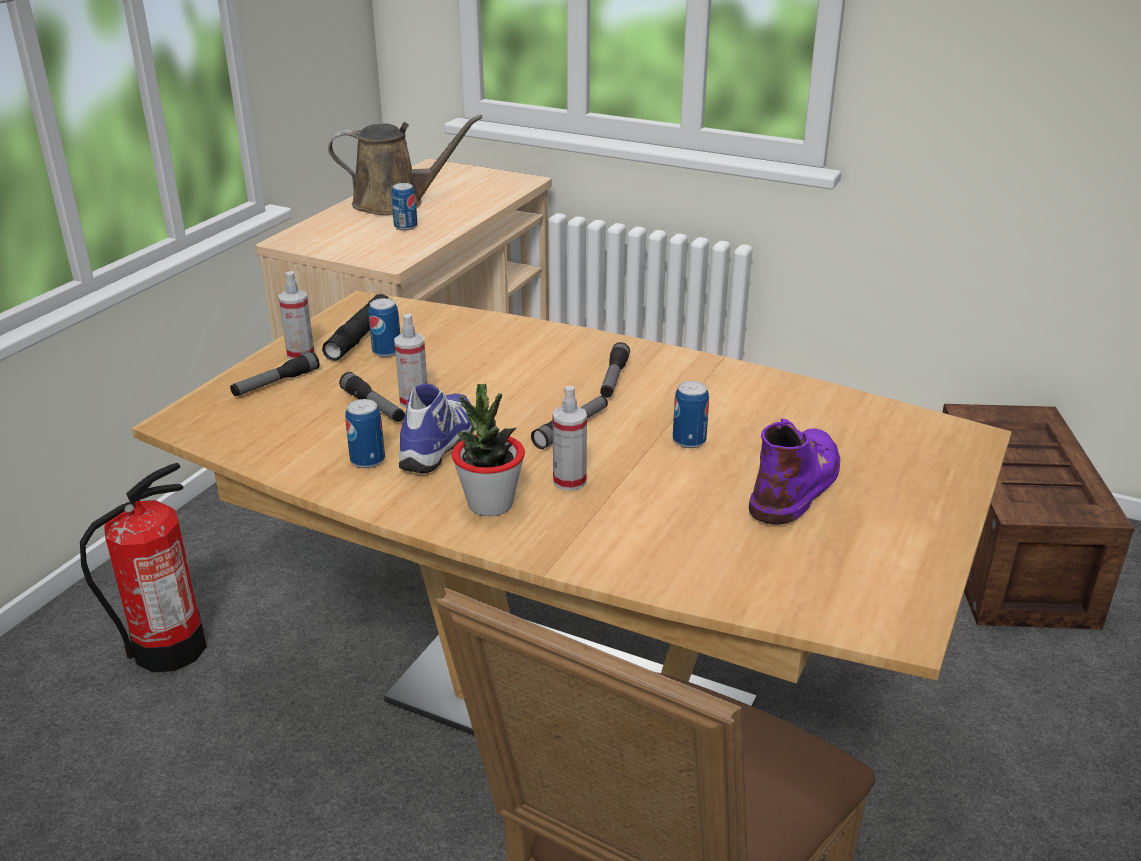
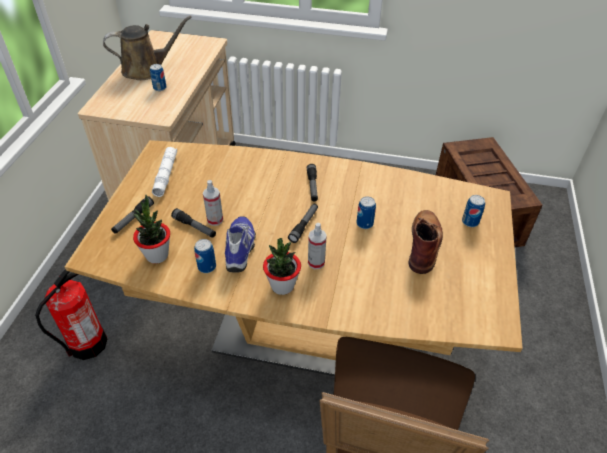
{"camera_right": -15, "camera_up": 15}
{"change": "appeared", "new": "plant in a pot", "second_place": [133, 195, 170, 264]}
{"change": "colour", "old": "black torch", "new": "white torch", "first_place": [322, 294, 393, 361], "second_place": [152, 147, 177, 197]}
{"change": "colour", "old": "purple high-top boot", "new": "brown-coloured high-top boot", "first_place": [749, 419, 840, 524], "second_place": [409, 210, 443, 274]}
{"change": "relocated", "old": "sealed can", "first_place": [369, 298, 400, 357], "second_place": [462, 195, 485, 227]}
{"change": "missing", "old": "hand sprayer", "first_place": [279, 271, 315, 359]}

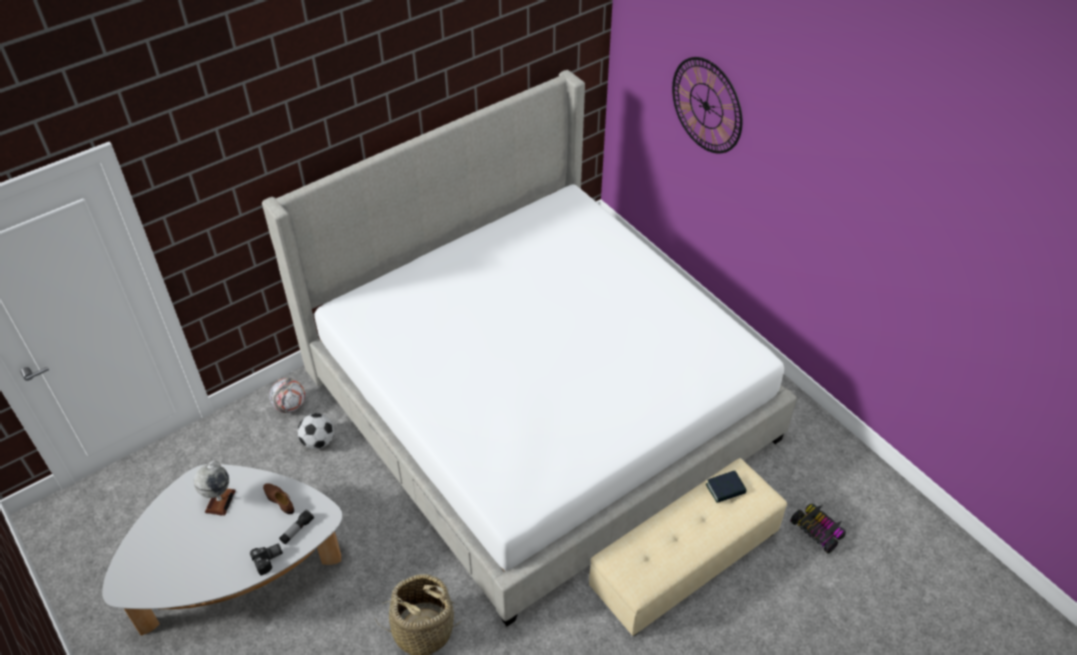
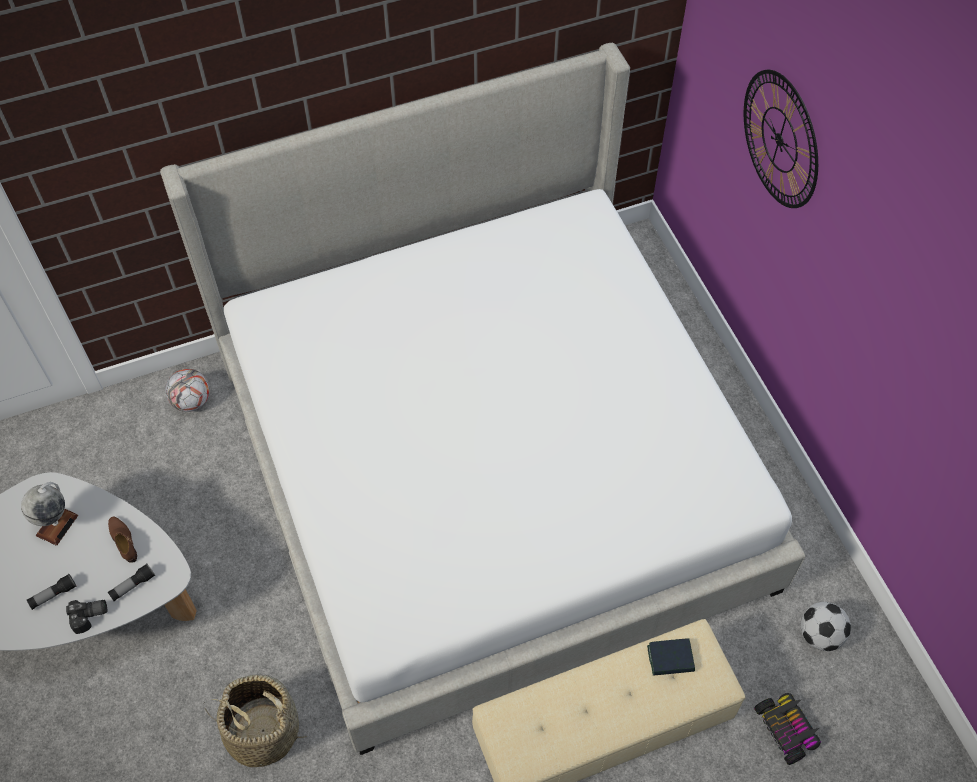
{"camera_right": 15, "camera_up": 10}
{"change": "appeared", "new": "torch", "second_place": [27, 574, 77, 610]}
{"change": "relocated", "old": "football ball", "first_place": [298, 413, 334, 449], "second_place": [801, 602, 851, 651]}

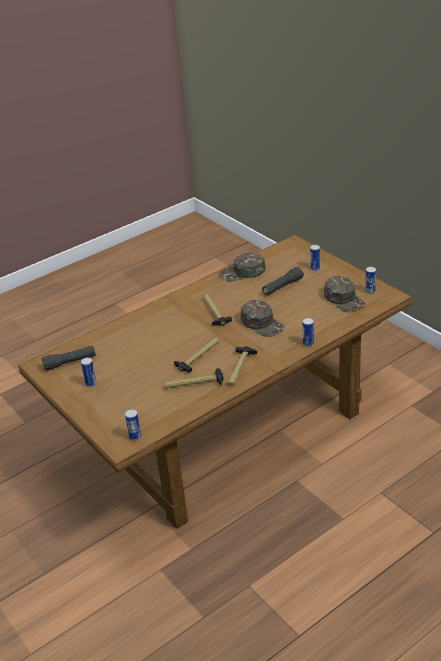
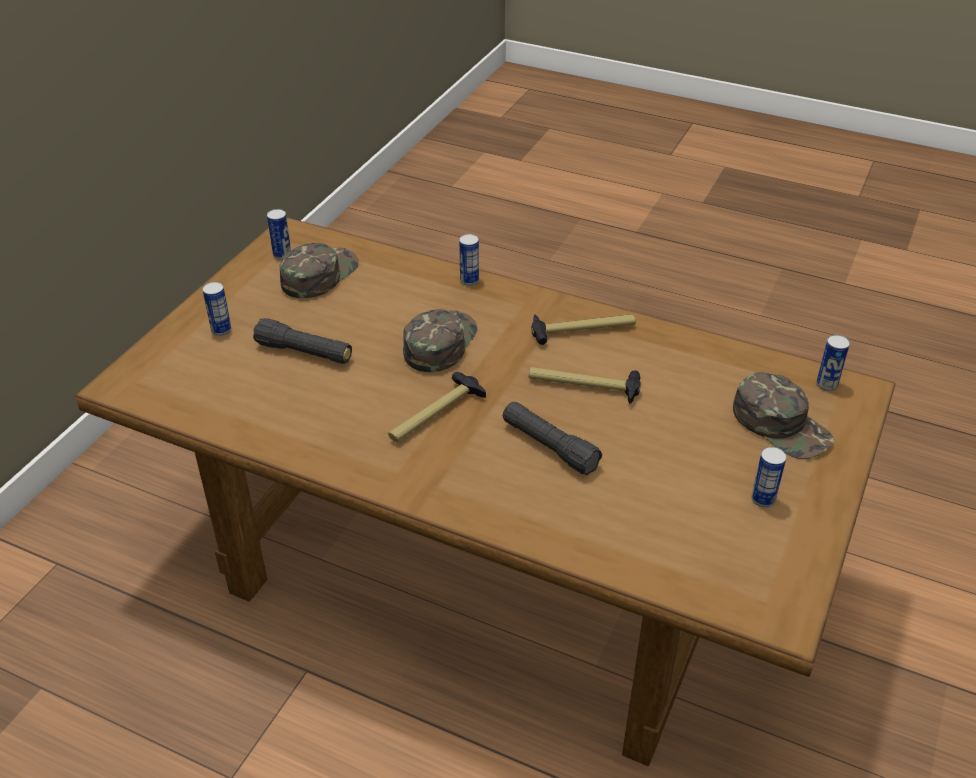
{"camera_right": -120, "camera_up": 5}
{"change": "relocated", "old": "black torch", "first_place": [41, 346, 96, 371], "second_place": [503, 402, 602, 475]}
{"change": "relocated", "old": "green-coloured baseball cap", "first_place": [220, 252, 265, 281], "second_place": [733, 372, 834, 459]}
{"change": "missing", "old": "hand hammer", "first_place": [165, 368, 224, 388]}

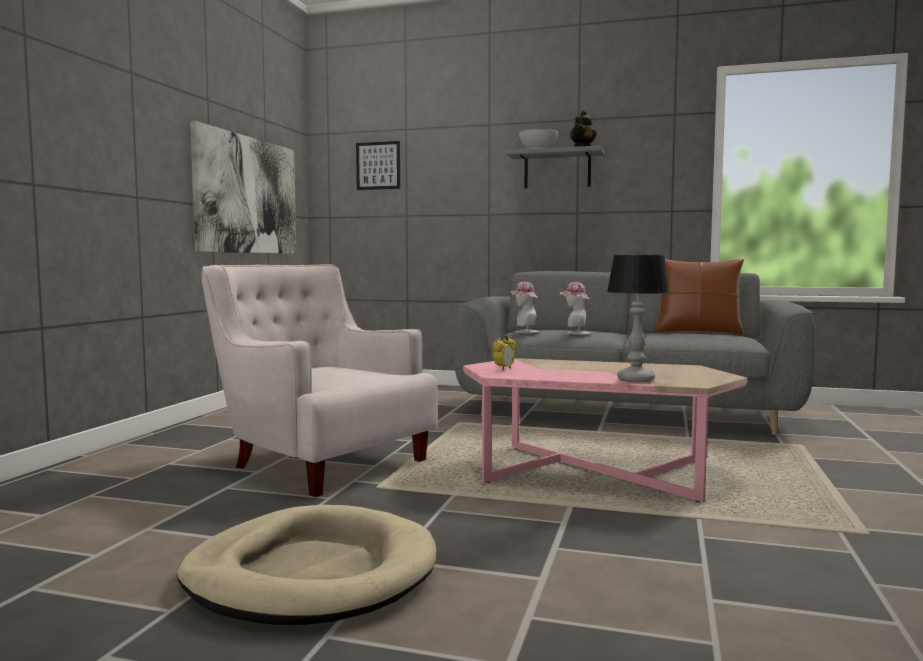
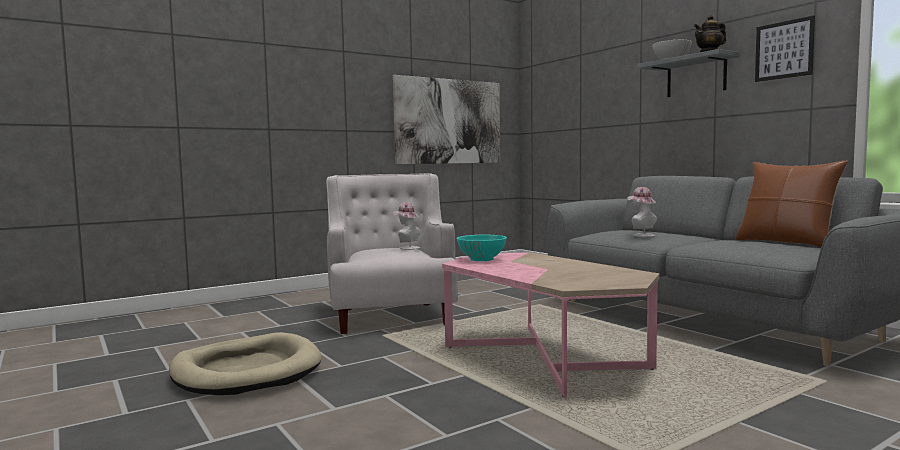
{"camera_right": 40, "camera_up": 0}
{"change": "relocated", "old": "hat", "first_place": [509, 282, 539, 333], "second_place": [393, 202, 420, 250]}
{"change": "exchanged", "old": "table clock", "new": "blue-green serving bowl", "first_place": [493, 335, 516, 370], "second_place": [457, 235, 507, 261]}
{"change": "relocated", "old": "picture", "first_place": [356, 141, 400, 190], "second_place": [755, 15, 815, 82]}
{"change": "missing", "old": "lamp for a table", "first_place": [607, 255, 670, 383]}

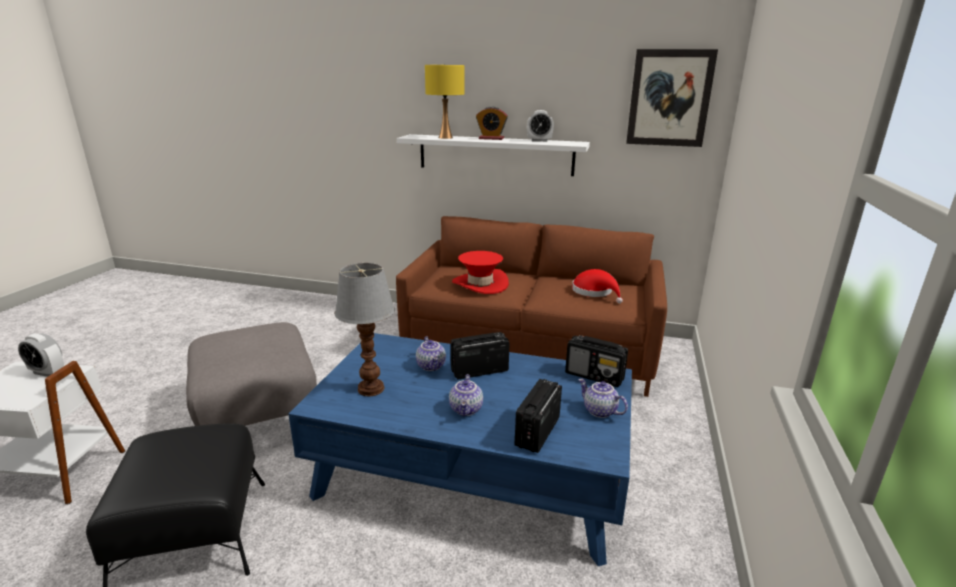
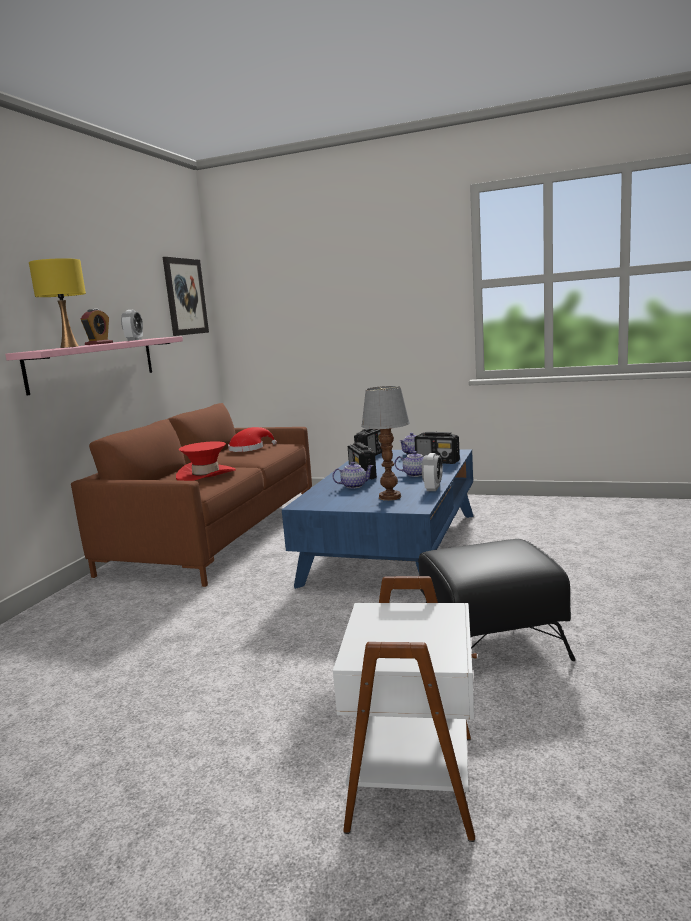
{"camera_right": -85, "camera_up": -10}
{"change": "colour", "old": "white wall shelf", "new": "pinkish wall shelf", "first_place": [397, 134, 590, 176], "second_place": [5, 336, 183, 396]}
{"change": "relocated", "old": "table clock", "first_place": [18, 333, 64, 377], "second_place": [422, 453, 443, 491]}
{"change": "missing", "old": "grey pouffe", "first_place": [186, 322, 317, 426]}

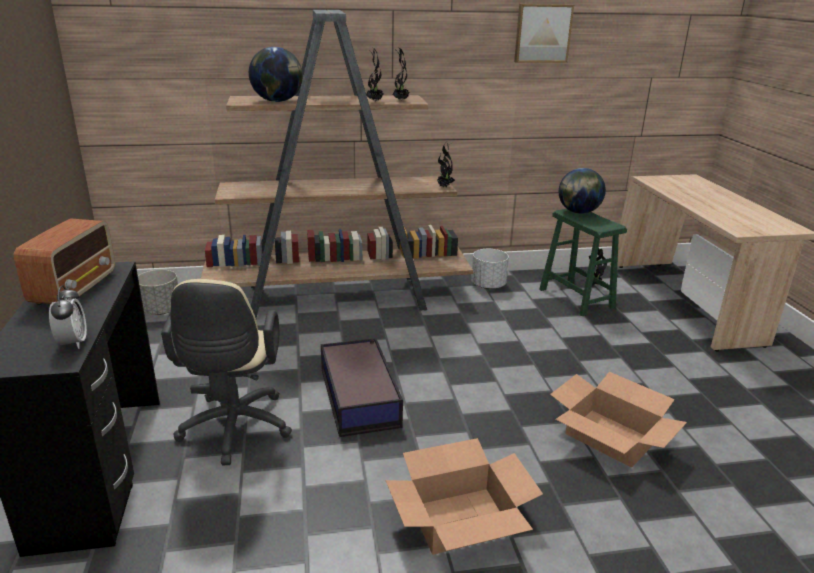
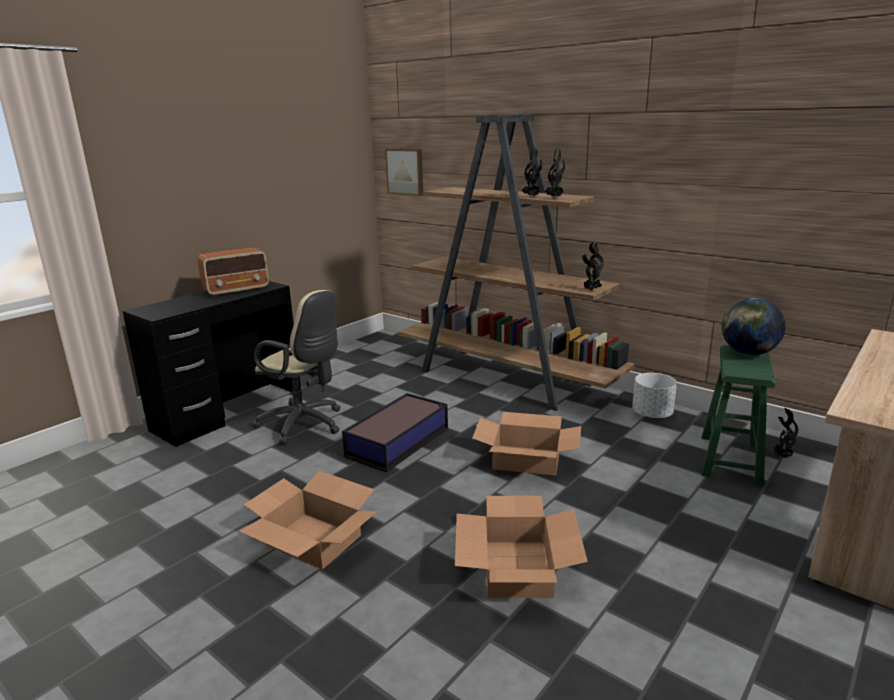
{"camera_right": 50, "camera_up": -5}
{"change": "spun", "old": "beige-coloured computer chair", "first_place": [161, 279, 292, 465], "second_place": [252, 290, 341, 445], "degrees": -105}
{"change": "relocated", "old": "picture", "first_place": [514, 4, 574, 63], "second_place": [385, 149, 423, 196]}
{"change": "appeared", "new": "cardboard box", "second_place": [472, 412, 581, 476]}
{"change": "missing", "old": "table clock", "first_place": [49, 285, 87, 349]}
{"change": "missing", "old": "grey plant pot", "first_place": [138, 270, 178, 315]}
{"change": "missing", "old": "world globe", "first_place": [249, 47, 303, 102]}

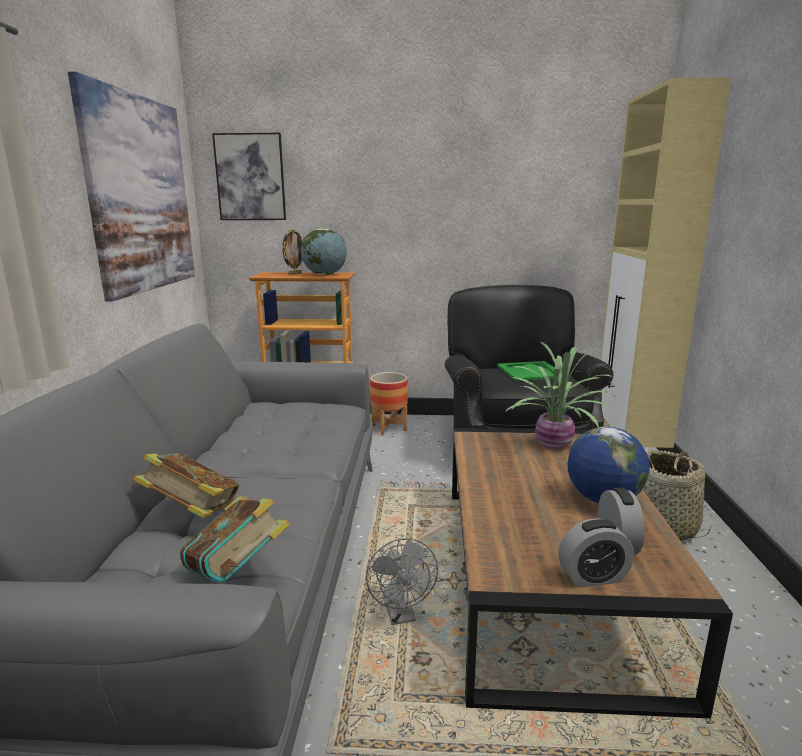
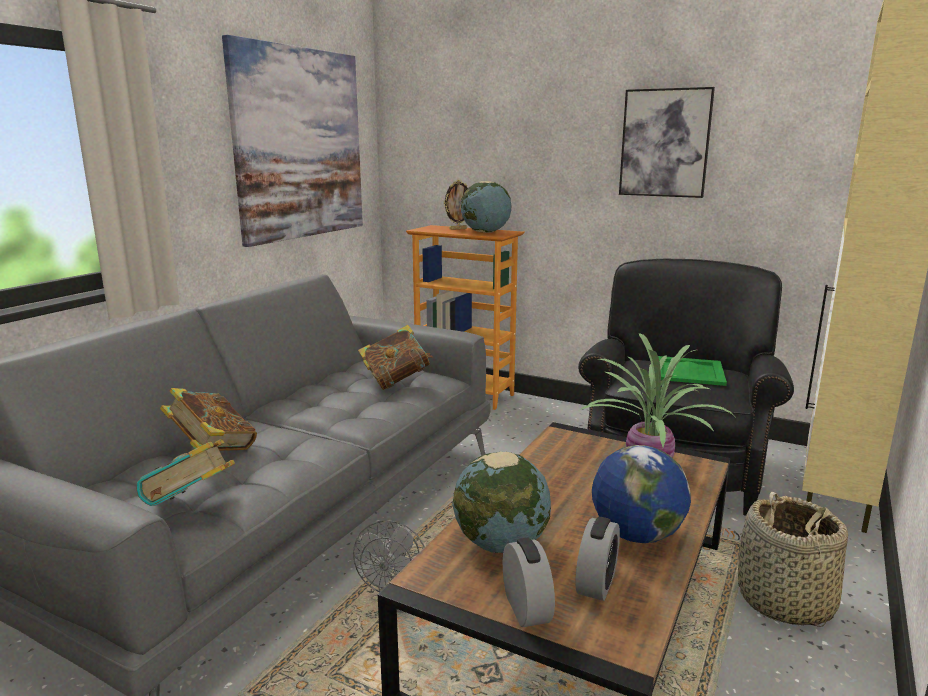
{"camera_right": 25, "camera_up": 0}
{"change": "appeared", "new": "volume", "second_place": [358, 325, 433, 390]}
{"change": "appeared", "new": "world globe", "second_place": [452, 452, 551, 553]}
{"change": "spun", "old": "table clock", "first_place": [558, 518, 634, 587], "second_place": [503, 538, 555, 627], "degrees": -120}
{"change": "relocated", "old": "picture", "first_place": [212, 133, 286, 220], "second_place": [619, 87, 715, 198]}
{"change": "missing", "old": "plant pot", "first_place": [370, 372, 408, 435]}

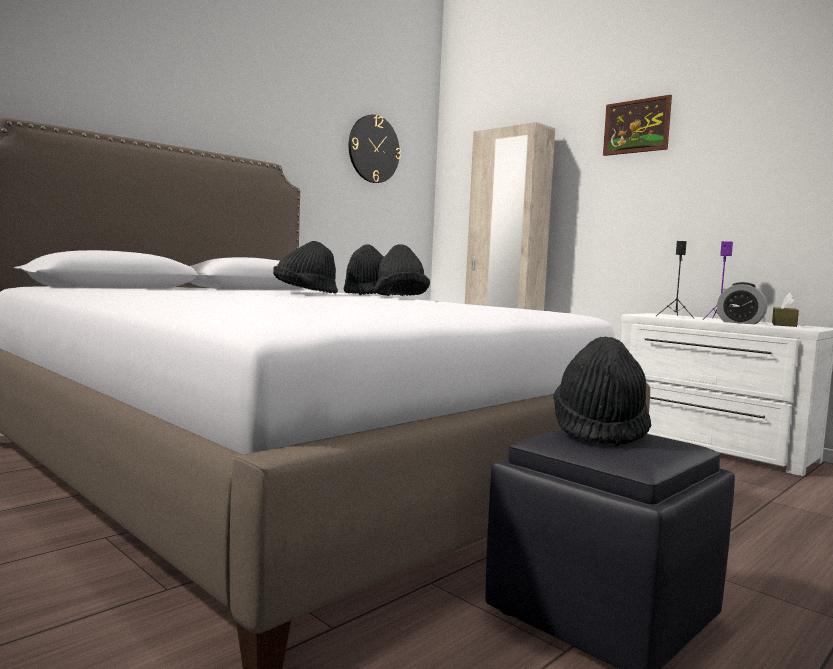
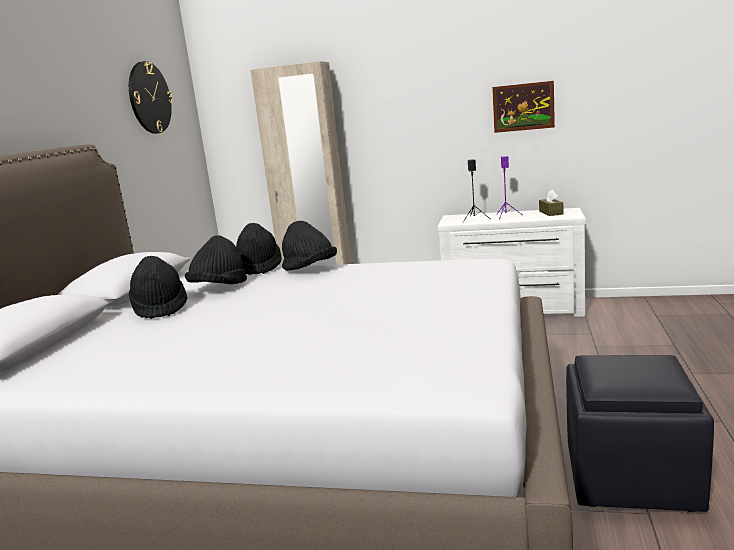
{"camera_right": -30, "camera_up": 10}
{"change": "relocated", "old": "black hat", "first_place": [553, 337, 652, 447], "second_place": [129, 256, 187, 319]}
{"change": "relocated", "old": "picture", "first_place": [603, 94, 672, 156], "second_place": [492, 81, 555, 133]}
{"change": "missing", "old": "table clock", "first_place": [717, 282, 767, 324]}

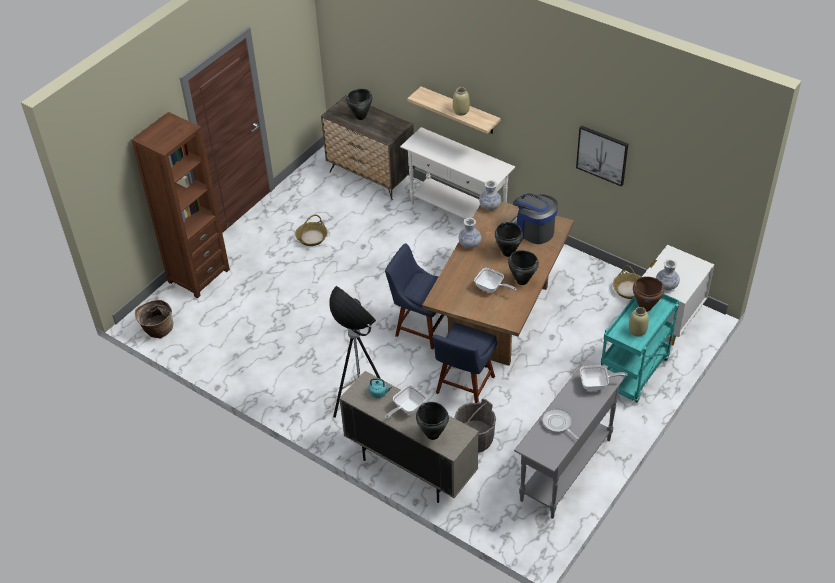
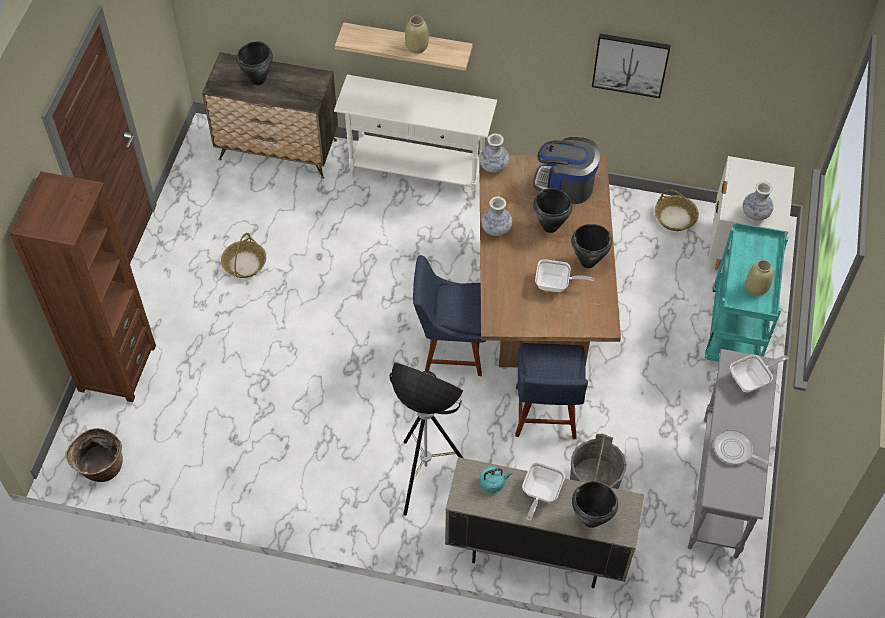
{"camera_right": -25, "camera_up": 10}
{"change": "missing", "old": "brown-coloured saucepot", "first_place": [633, 276, 664, 312]}

